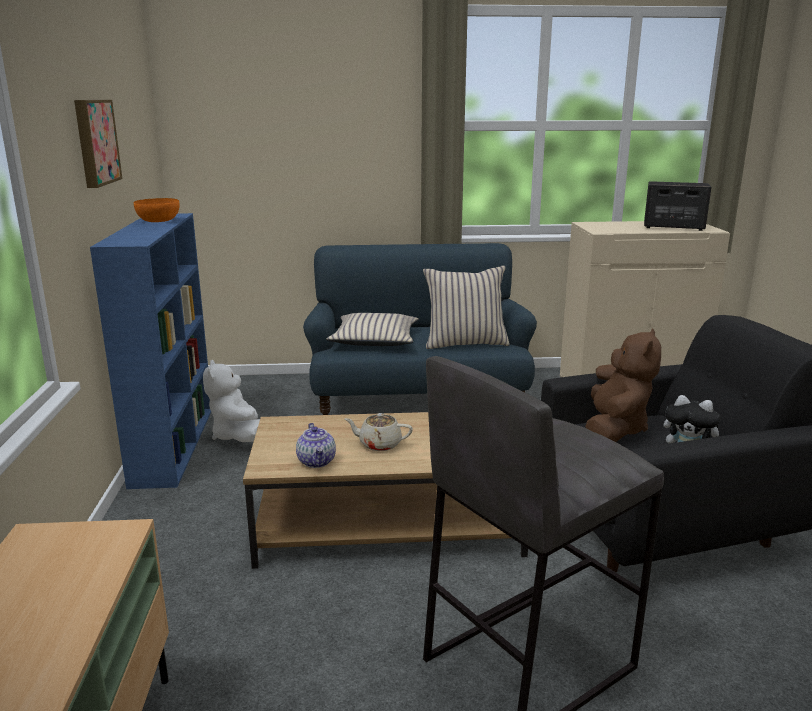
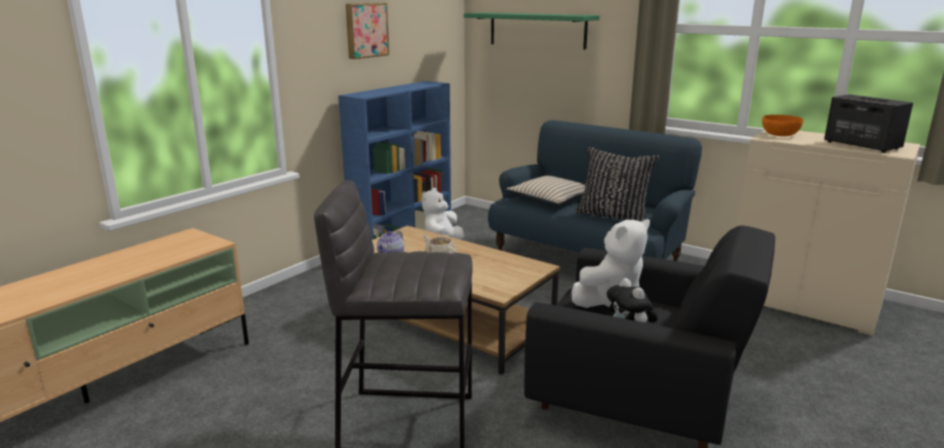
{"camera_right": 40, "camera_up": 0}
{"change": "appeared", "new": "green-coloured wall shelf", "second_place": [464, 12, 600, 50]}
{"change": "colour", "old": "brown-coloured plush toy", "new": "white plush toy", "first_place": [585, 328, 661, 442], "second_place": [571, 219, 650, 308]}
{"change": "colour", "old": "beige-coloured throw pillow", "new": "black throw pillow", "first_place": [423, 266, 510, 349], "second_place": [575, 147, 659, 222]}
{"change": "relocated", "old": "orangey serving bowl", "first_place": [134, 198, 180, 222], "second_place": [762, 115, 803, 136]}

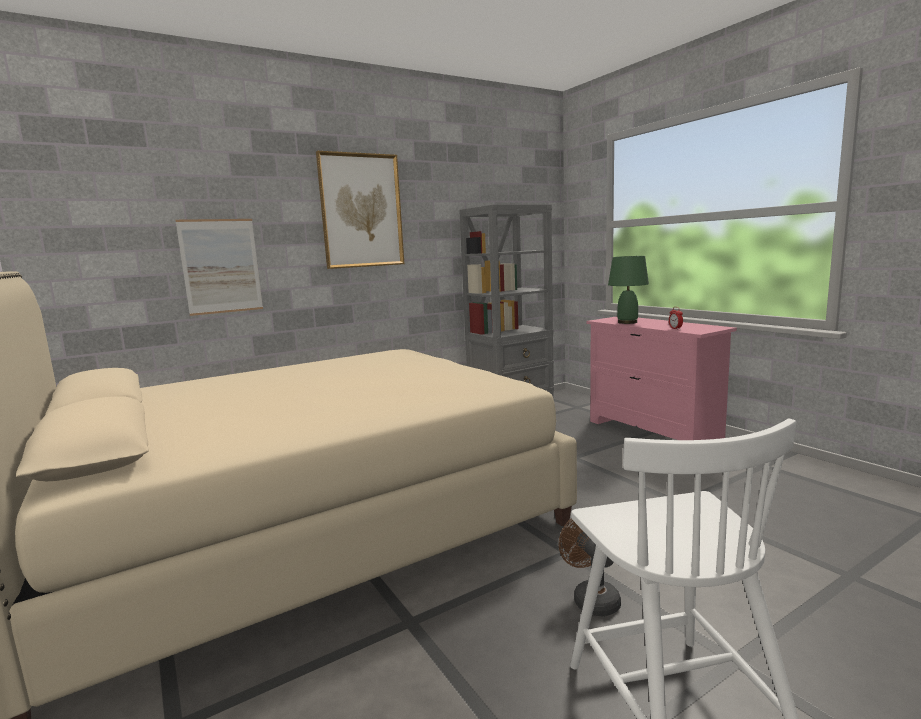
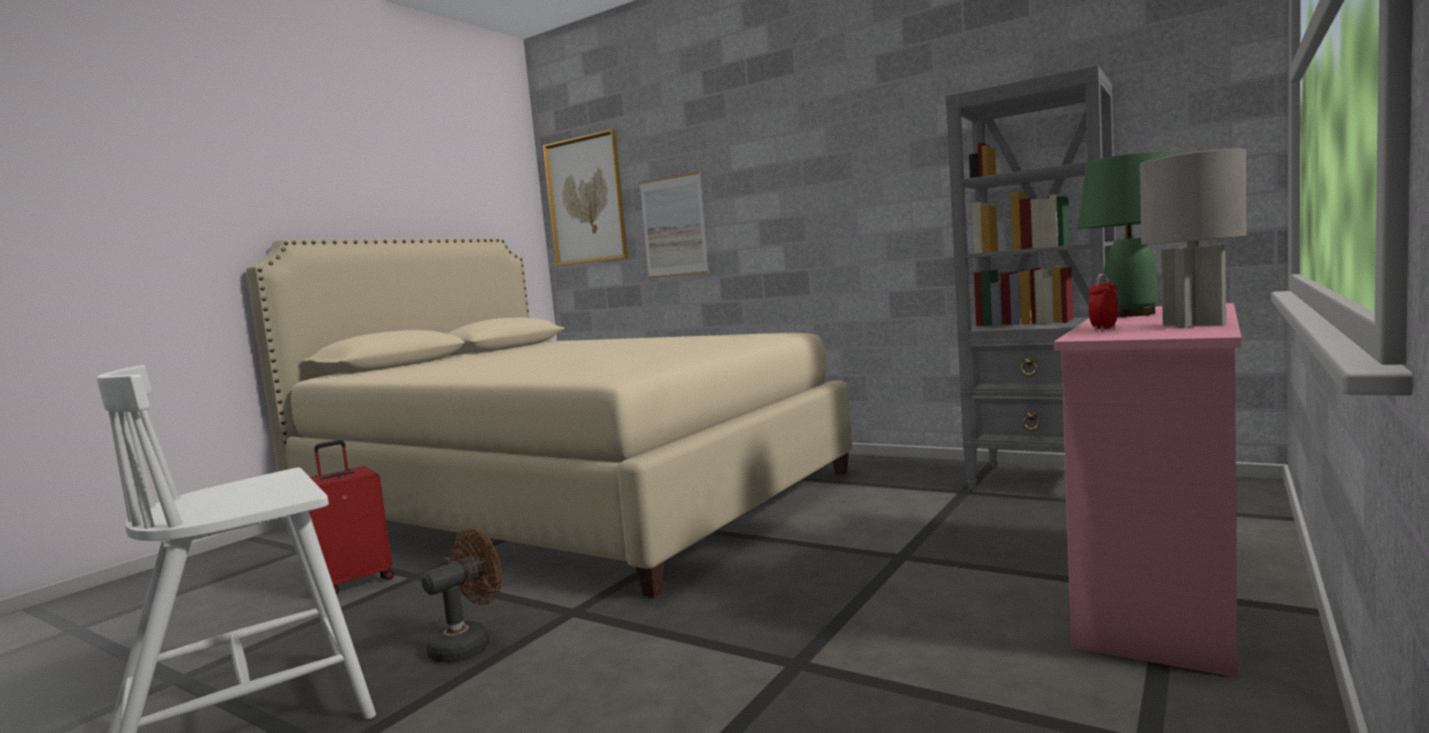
{"camera_right": 65, "camera_up": -5}
{"change": "appeared", "new": "red suitcase", "second_place": [309, 440, 394, 595]}
{"change": "relocated", "old": "picture", "first_place": [316, 151, 404, 269], "second_place": [543, 129, 628, 266]}
{"change": "appeared", "new": "grey lamp for a table", "second_place": [1140, 149, 1246, 328]}

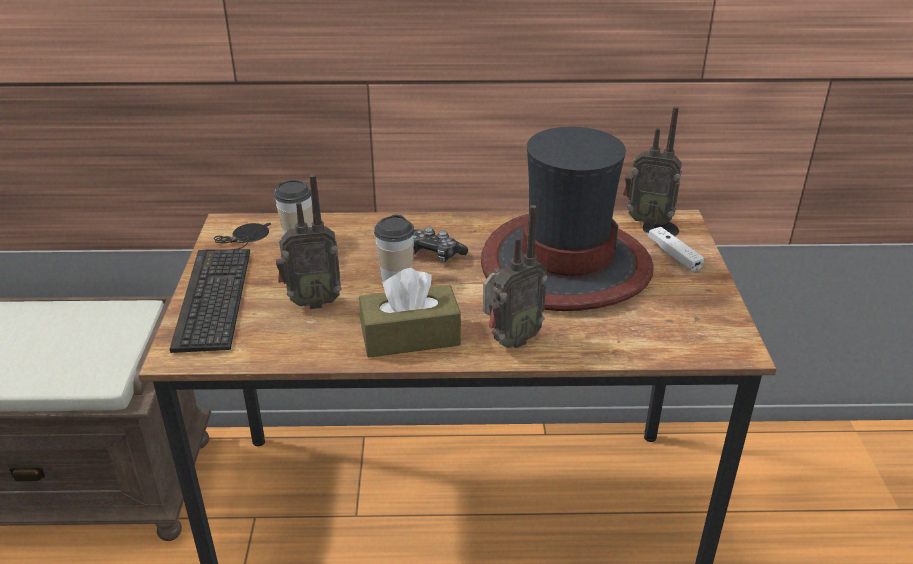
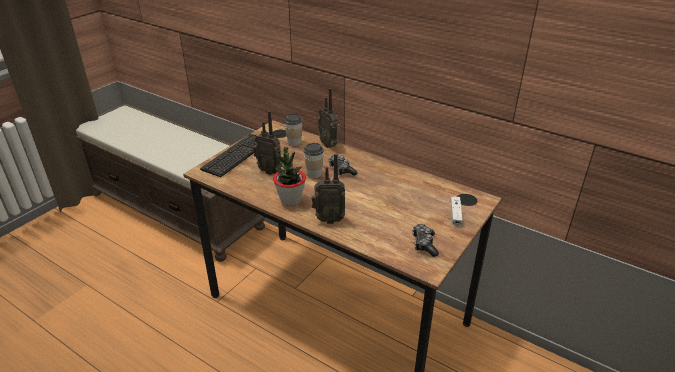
{"camera_right": 35, "camera_up": 0}
{"change": "exchanged", "old": "brown-coloured tissue box", "new": "plant in a pot", "first_place": [359, 268, 461, 358], "second_place": [273, 147, 306, 206]}
{"change": "relocated", "old": "radio set", "first_place": [623, 106, 682, 227], "second_place": [318, 88, 340, 148]}
{"change": "appeared", "new": "gamepad", "second_place": [412, 224, 439, 257]}
{"change": "missing", "old": "hat", "first_place": [481, 127, 654, 311]}

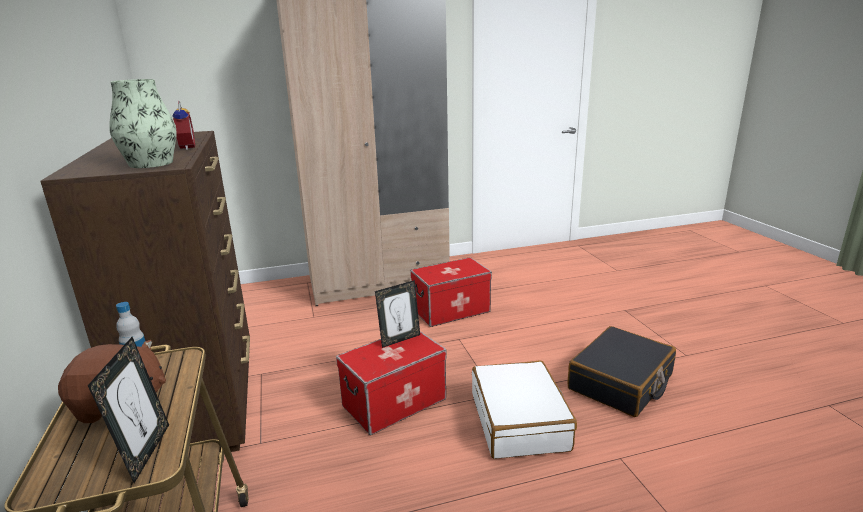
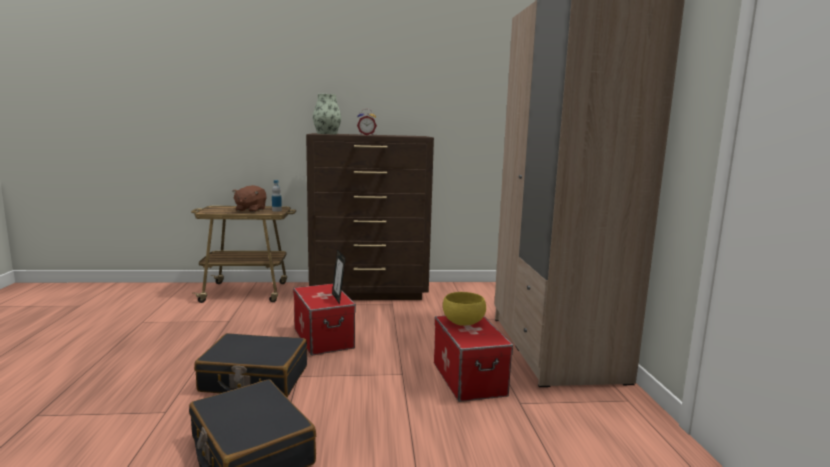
{"camera_right": 100, "camera_up": -10}
{"change": "colour", "old": "white suitcase", "new": "black suitcase", "first_place": [472, 361, 577, 459], "second_place": [194, 333, 307, 397]}
{"change": "appeared", "new": "yellow-coloured serving bowl", "second_place": [443, 292, 486, 326]}
{"change": "missing", "old": "picture frame", "first_place": [88, 337, 169, 483]}

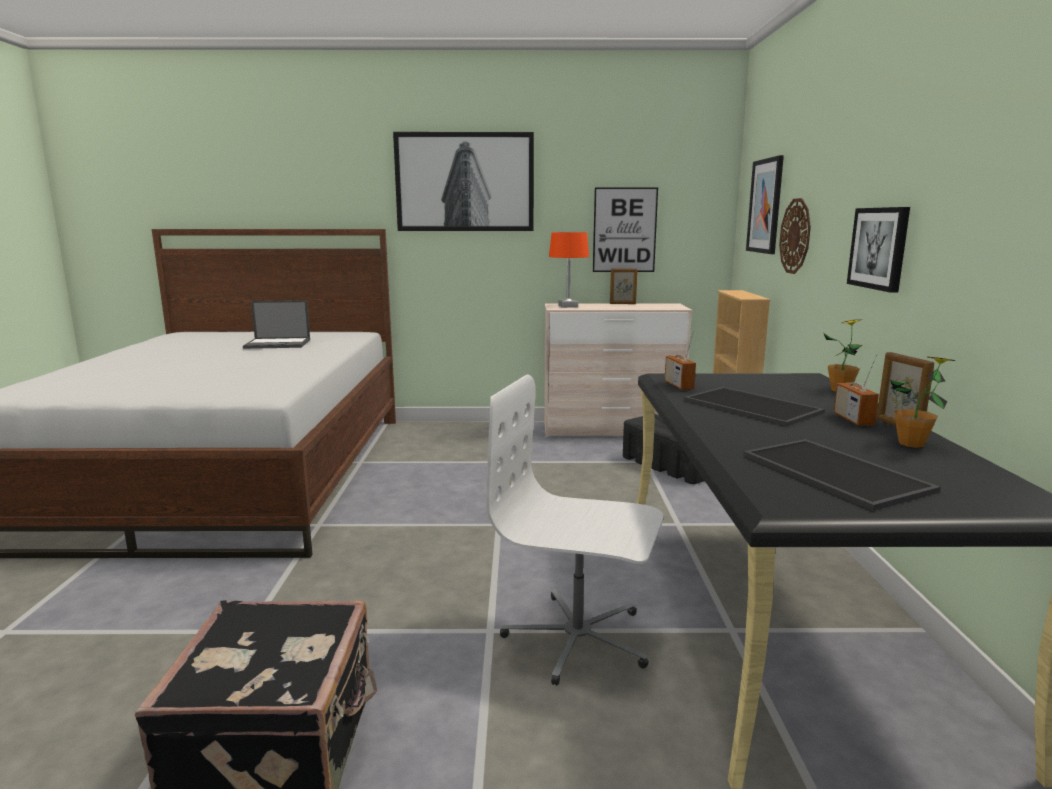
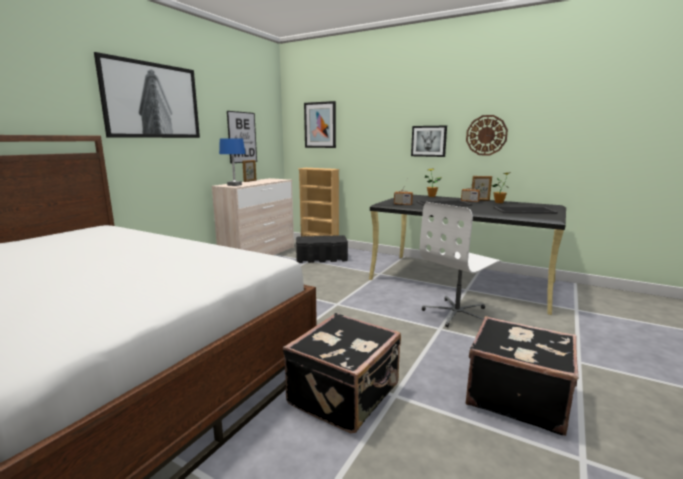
{"camera_right": -60, "camera_up": 0}
{"change": "colour", "old": "orangey lamp for a table", "new": "blue-coloured lamp for a table", "first_place": [549, 232, 589, 308], "second_place": [219, 138, 246, 186]}
{"change": "appeared", "new": "black suitcase", "second_place": [283, 313, 401, 433]}
{"change": "relocated", "old": "wall clock", "first_place": [779, 198, 811, 274], "second_place": [466, 115, 508, 156]}
{"change": "missing", "old": "laptop", "first_place": [243, 300, 310, 349]}

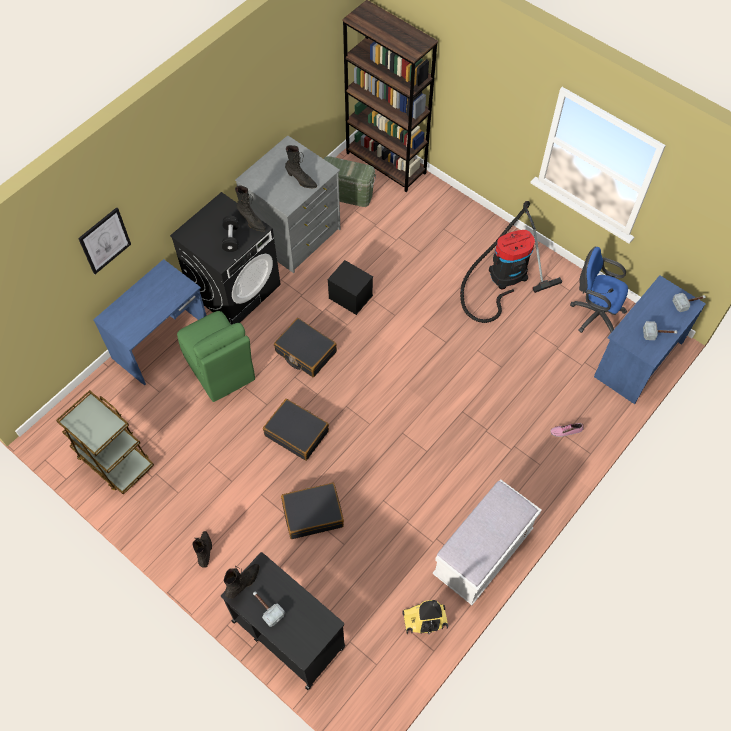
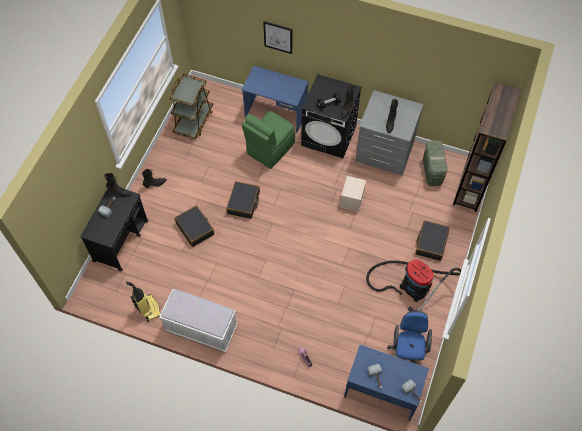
{"camera_right": 70, "camera_up": 0}
{"change": "colour", "old": "black storage box", "new": "beige-coloured storage box", "first_place": [328, 260, 373, 315], "second_place": [340, 176, 366, 212]}
{"change": "relocated", "old": "black suitcase", "first_place": [274, 318, 337, 377], "second_place": [415, 221, 450, 261]}

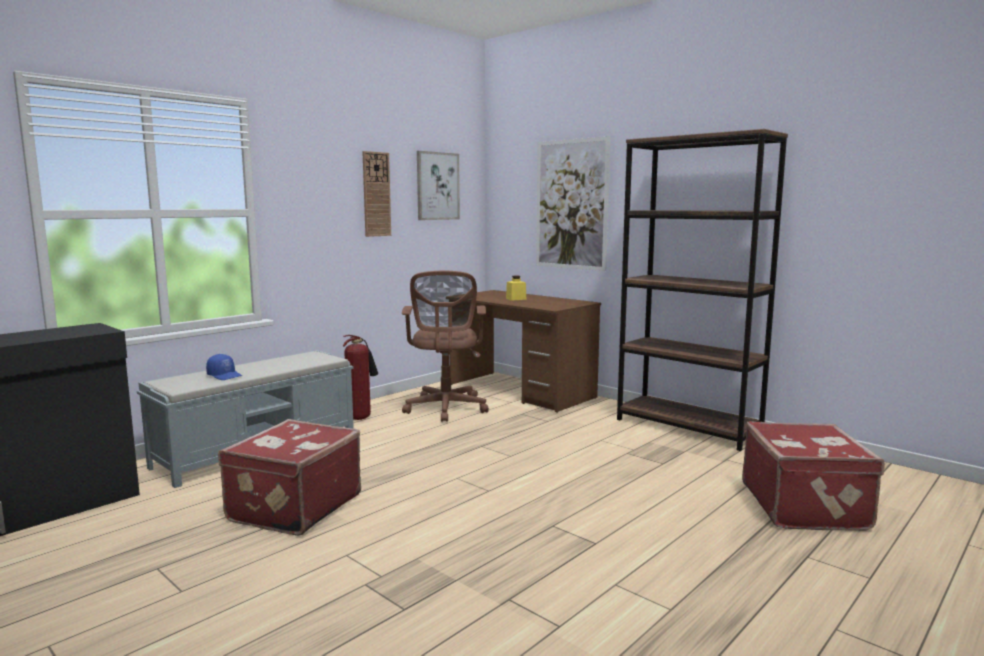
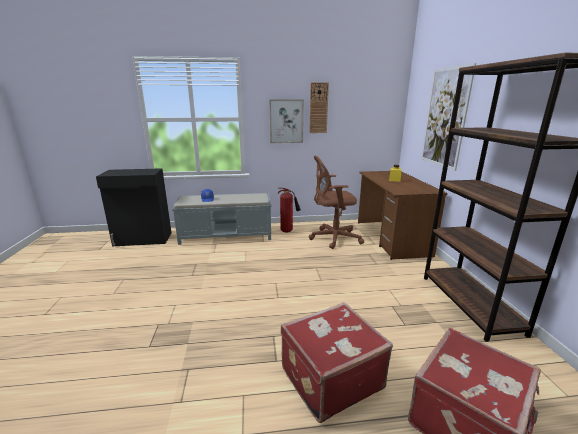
{"camera_right": 40, "camera_up": 10}
{"change": "relocated", "old": "picture", "first_place": [417, 151, 460, 220], "second_place": [269, 100, 304, 143]}
{"change": "relocated", "old": "red suitcase", "first_place": [218, 419, 361, 536], "second_place": [281, 302, 393, 423]}
{"change": "spun", "old": "brown-coloured computer chair", "first_place": [402, 271, 489, 422], "second_place": [308, 156, 364, 249], "degrees": 45}

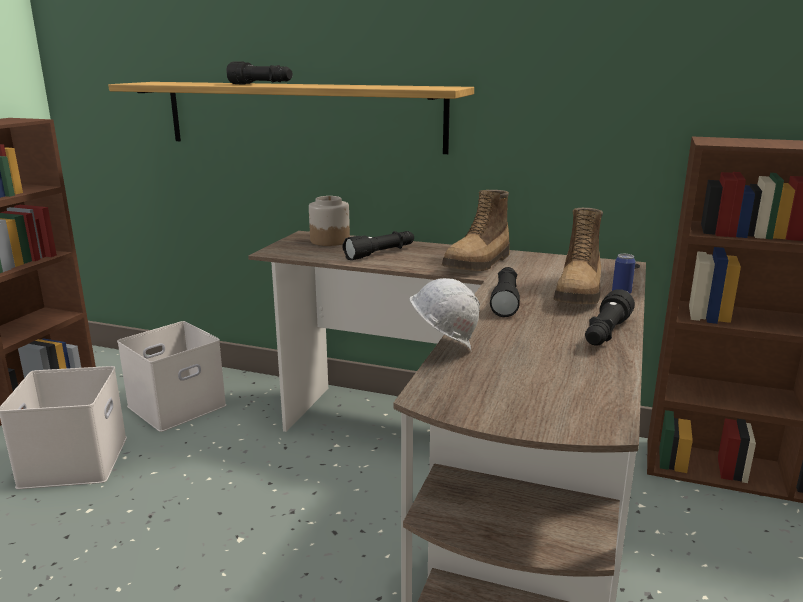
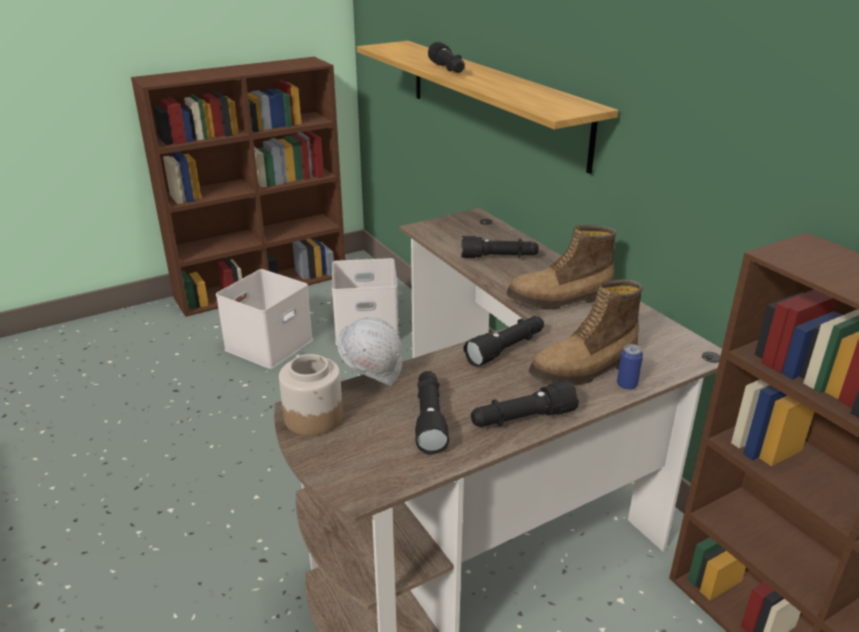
{"camera_right": 40, "camera_up": 10}
{"change": "relocated", "old": "jar", "first_place": [309, 196, 350, 246], "second_place": [279, 354, 343, 436]}
{"change": "appeared", "new": "black torch", "second_place": [415, 371, 449, 455]}

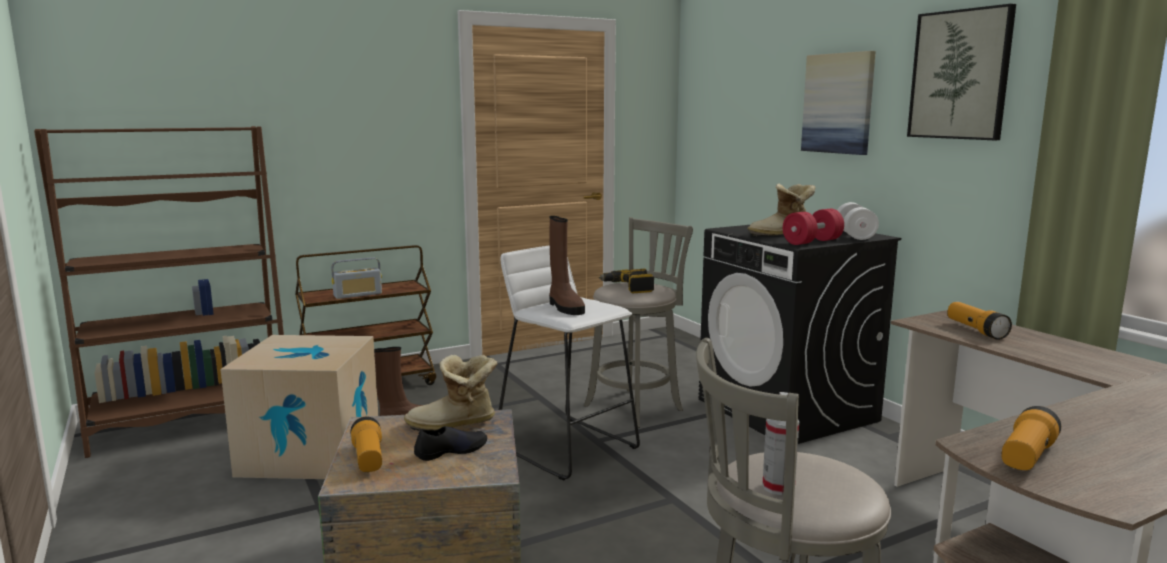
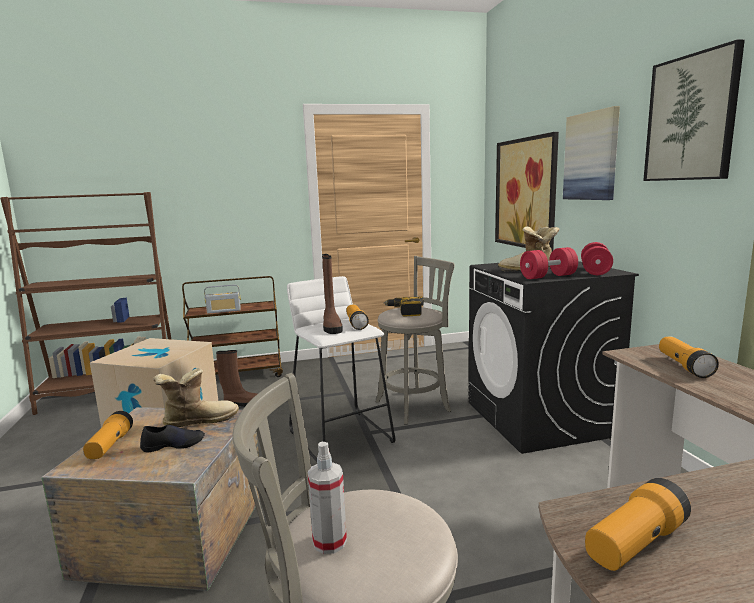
{"camera_right": 15, "camera_up": 0}
{"change": "spun", "old": "high-top boot", "first_place": [404, 355, 498, 431], "second_place": [153, 368, 239, 427], "degrees": 150}
{"change": "appeared", "new": "torch", "second_place": [346, 304, 369, 330]}
{"change": "appeared", "new": "picture", "second_place": [495, 132, 559, 251]}
{"change": "colour", "old": "white dumbbell", "new": "red dumbbell", "first_place": [837, 202, 879, 240], "second_place": [581, 242, 613, 275]}

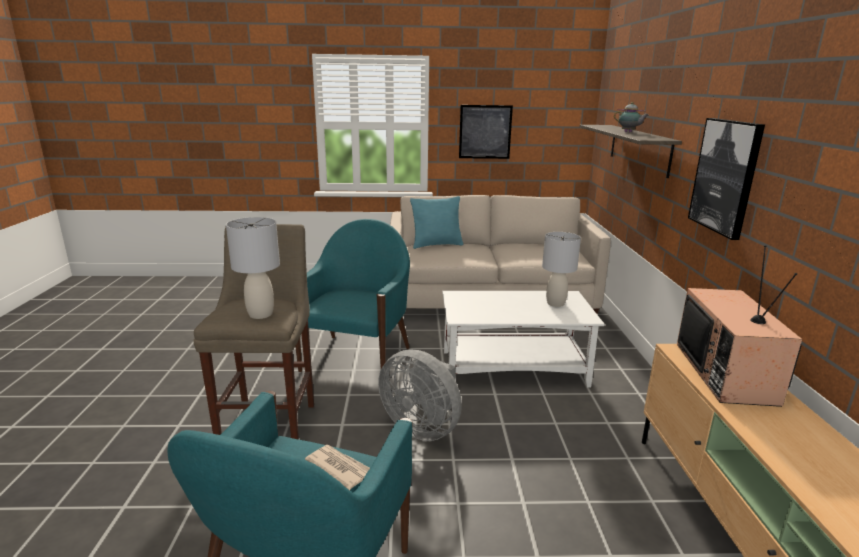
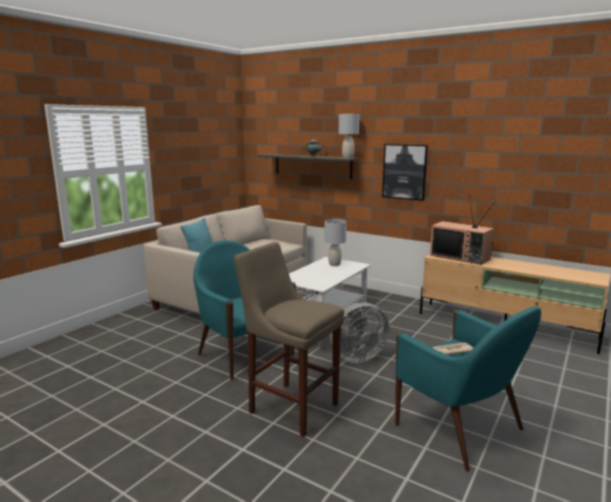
{"camera_right": -55, "camera_up": -5}
{"change": "relocated", "old": "grey lamp for a table", "first_place": [226, 217, 280, 319], "second_place": [338, 114, 360, 158]}
{"change": "missing", "old": "picture", "first_place": [459, 105, 513, 159]}

